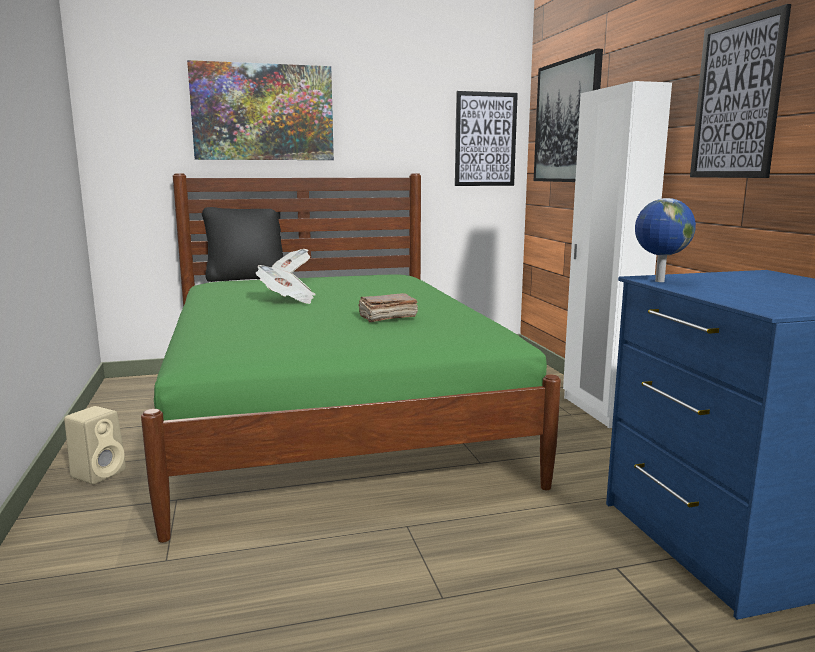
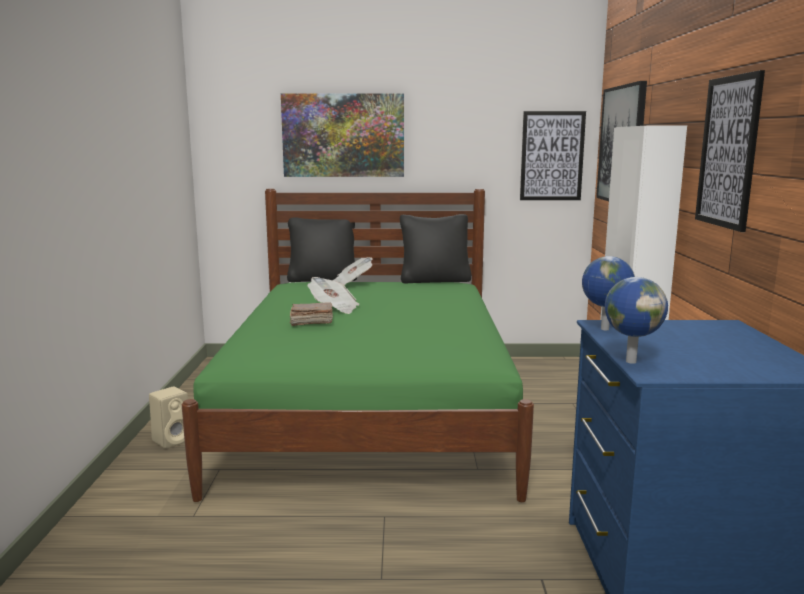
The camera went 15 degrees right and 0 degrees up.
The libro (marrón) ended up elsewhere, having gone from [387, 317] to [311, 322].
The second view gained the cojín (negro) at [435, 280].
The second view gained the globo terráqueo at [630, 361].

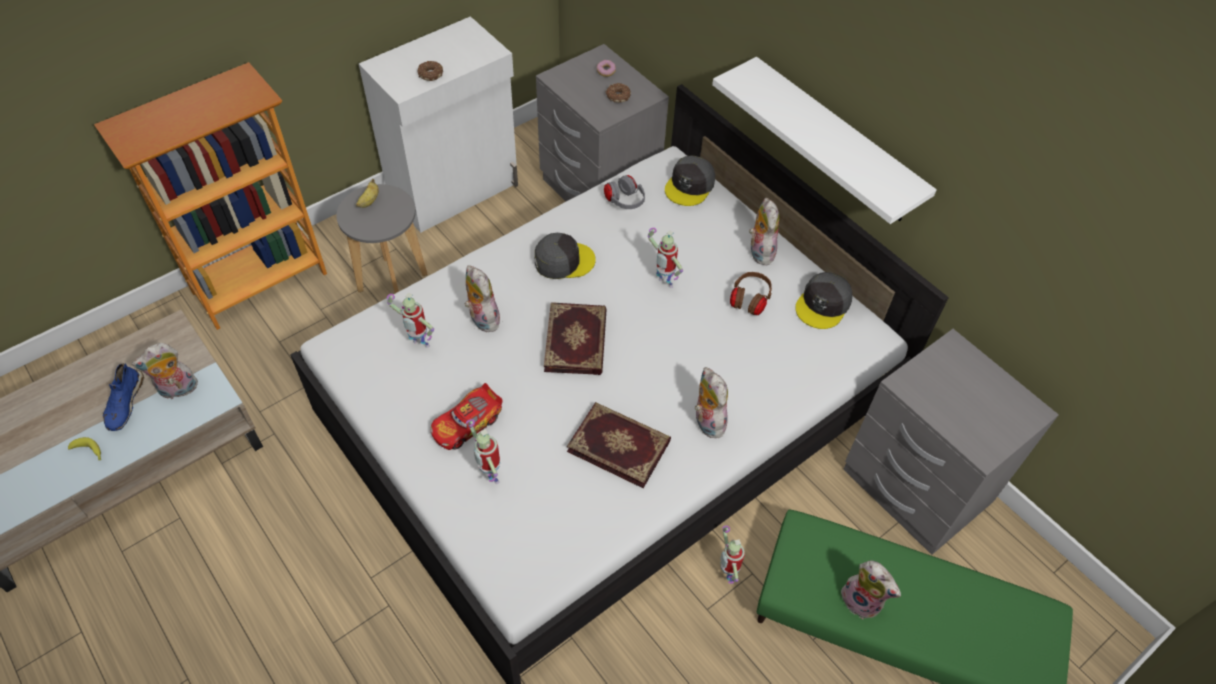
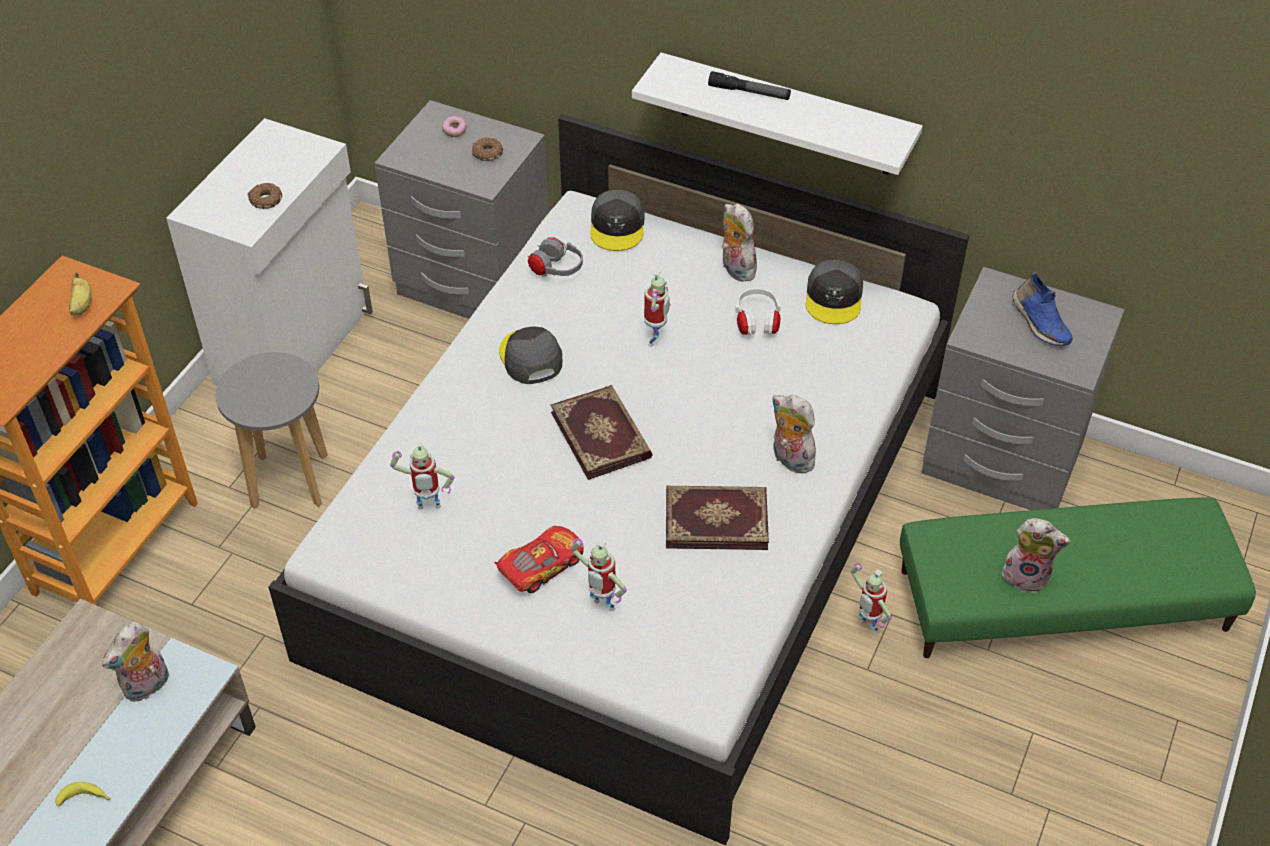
The camera went 25 degrees left and 5 degrees down.
The plátano ended up elsewhere, having gone from [369, 201] to [82, 305].
The robot de juguete at [663, 284] ended up facing another way, 90 degrees counterclockwise from before.
The gorra (gris) at [563, 260] ended up facing another way, 75 degrees counterclockwise from before.
The second view lost the peluche at [482, 319].
What was the auriculares (marrón) at [749, 301] turned into the auriculares (blanco) at [757, 323].
The zapato (azul) ended up elsewhere, having gone from [124, 403] to [1039, 323].
The coche de juguete at [467, 424] ended up facing another way, 150 degrees counterclockwise from before.
The second view gained the linterna at [749, 92].

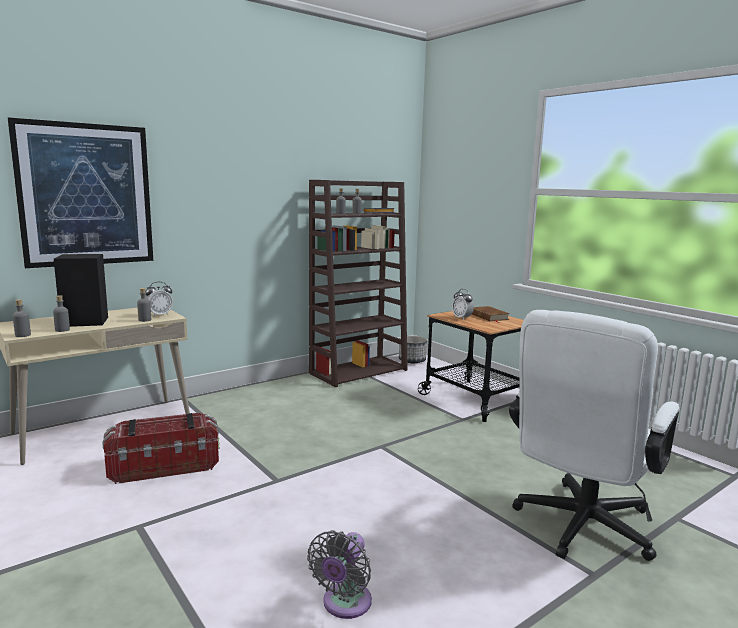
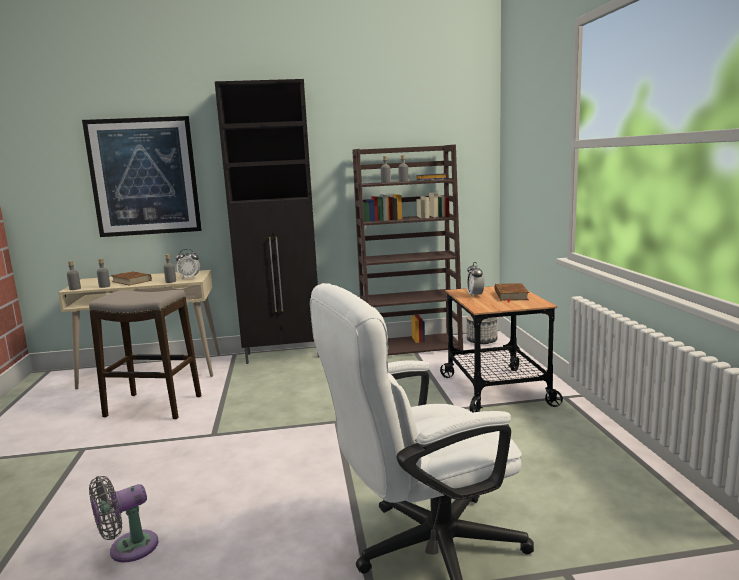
The camera went 30 degrees right and 0 degrees up.
Where the altavoz (negro) stood at [86, 322], the libro (marrón) came to stand at [131, 281].
Where the caja de almacenaje stood at [164, 466], the taburete came to stand at [153, 407].
The second view gained the armario (negro) at [284, 355].

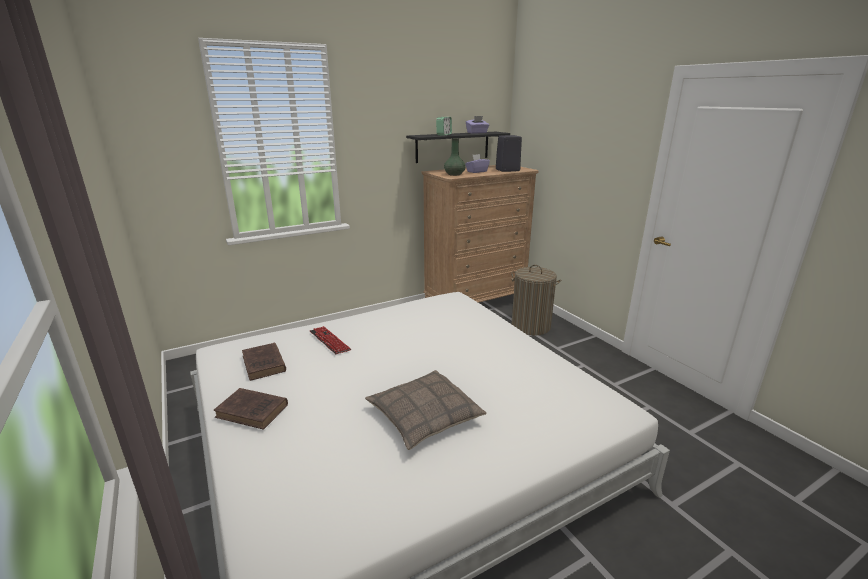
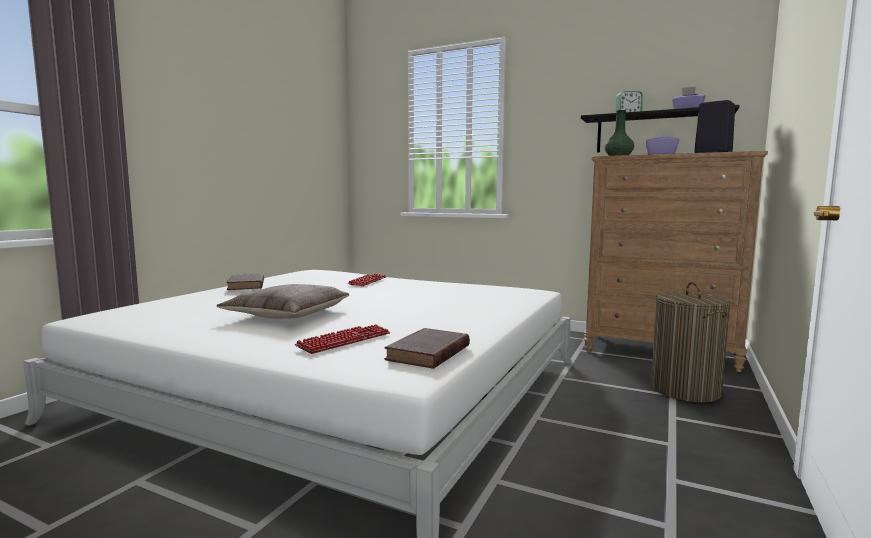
The camera went 55 degrees right and 15 degrees down.
The libro (marrón) ended up elsewhere, having gone from [264, 364] to [427, 354].
The second view gained the teclado at [345, 340].

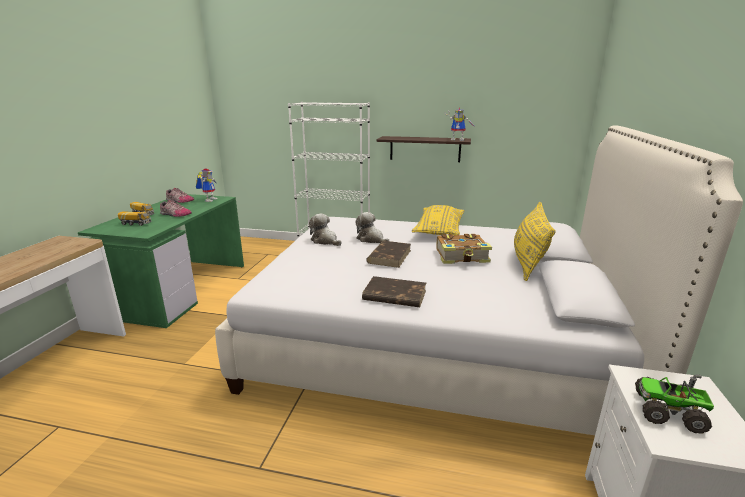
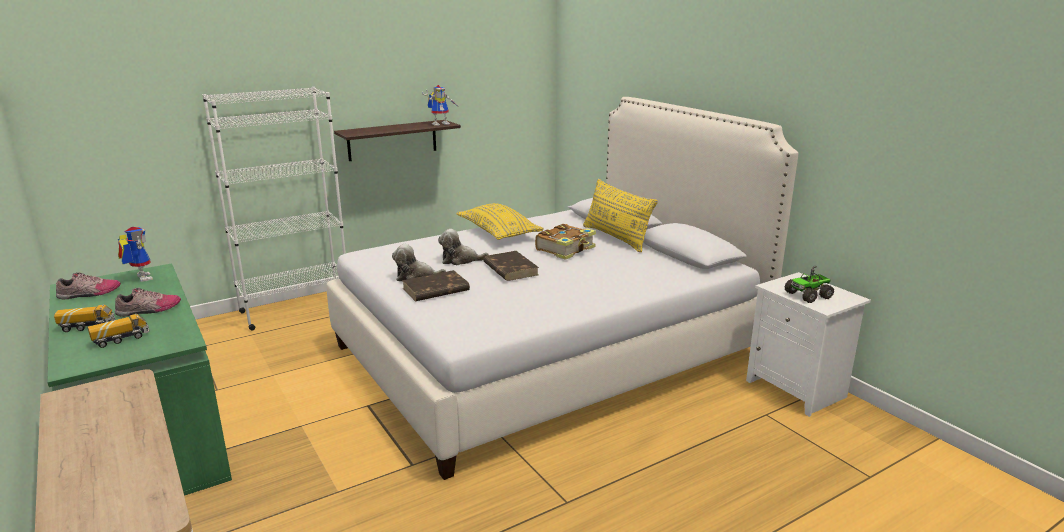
The camera went 45 degrees left and 0 degrees up.
The libro (marrón) ended up elsewhere, having gone from [394, 295] to [435, 290].

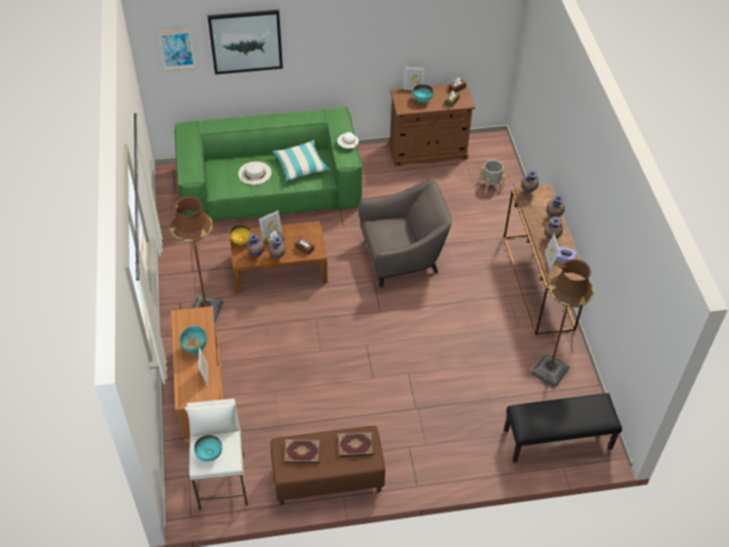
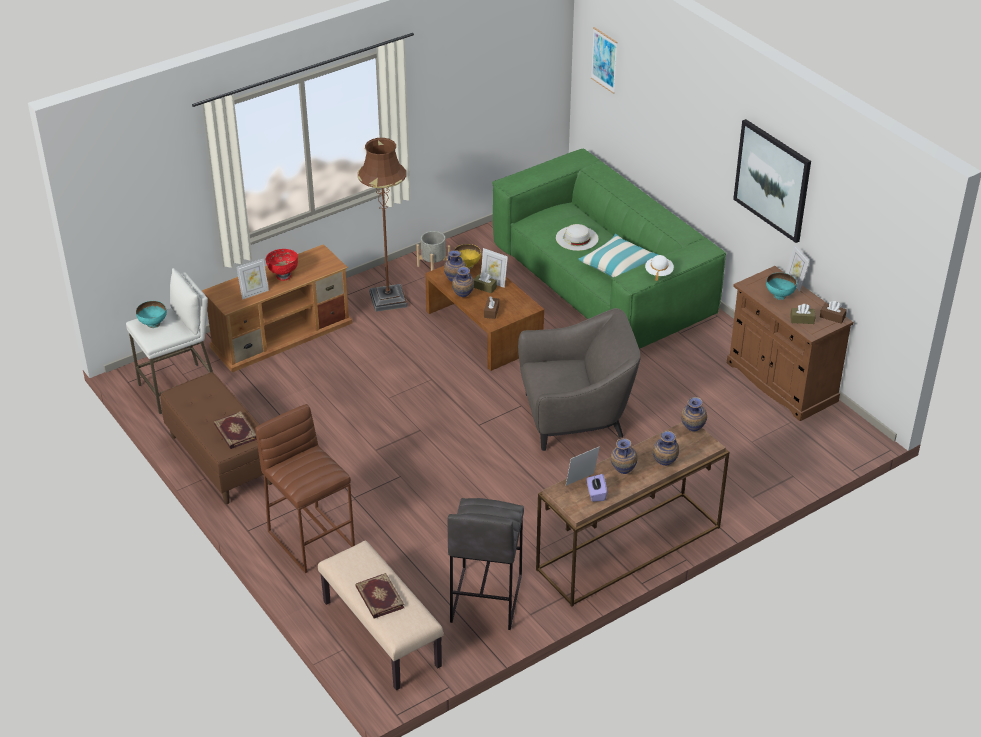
The camera went 65 degrees right and 10 degrees down.
The cuadro ended up elsewhere, having gone from [246, 41] to [772, 180].
The maceta (gris) ended up elsewhere, having gone from [491, 186] to [433, 266].
The sillón (gris) at [402, 258] ended up facing another way, 60 degrees counterclockwise from before.
Where the lámpara de pie (marrón) stood at [549, 371], the taburete (gris) came to stand at [485, 599].
What was the cuenco (turquesa) at [195, 349] turned into the cuenco (rojo) at [283, 276].
What was the banco (negro) at [557, 440] turned into the banco (beis) at [380, 634].
The libro ended up elsewhere, having gone from [302, 453] to [379, 598].
The second view gained the taburete (marrón) at [311, 538].

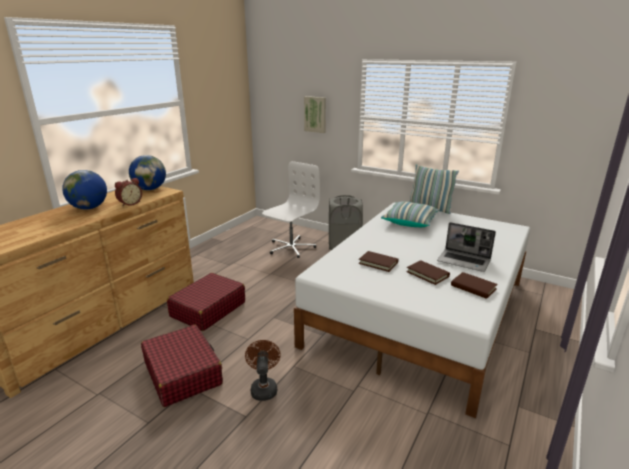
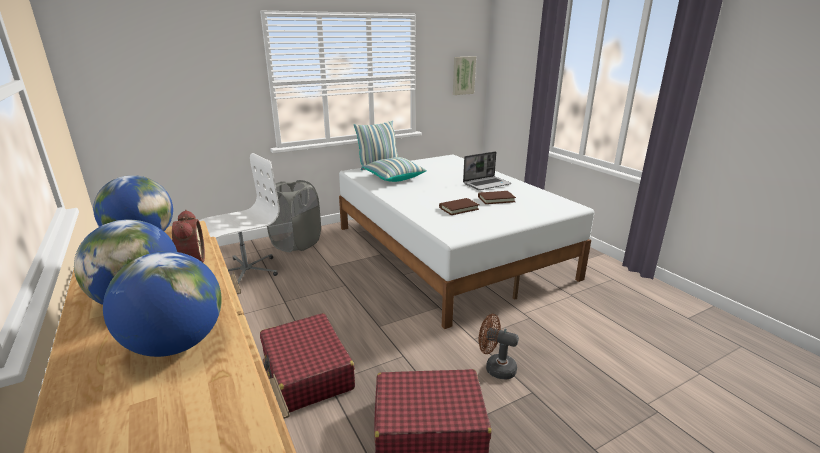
The camera went 60 degrees left and 0 degrees up.
The cuadro ended up elsewhere, having gone from [315, 114] to [463, 75].
The silla de oficina (blanco) at [291, 247] ended up facing another way, 75 degrees clockwise from before.
The second view lost the libro (marrón) at [473, 287].
The second view gained the globo terráqueo at [176, 344].

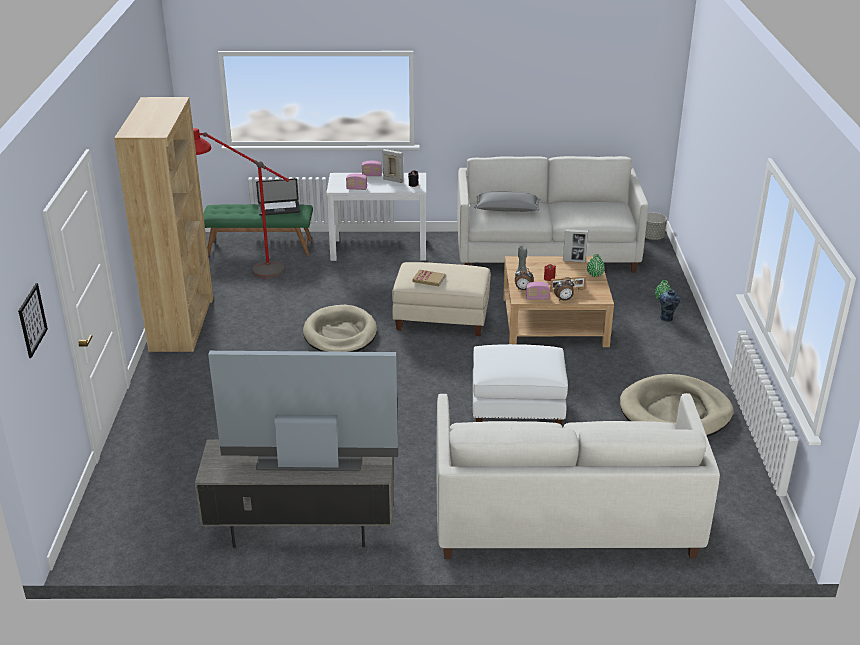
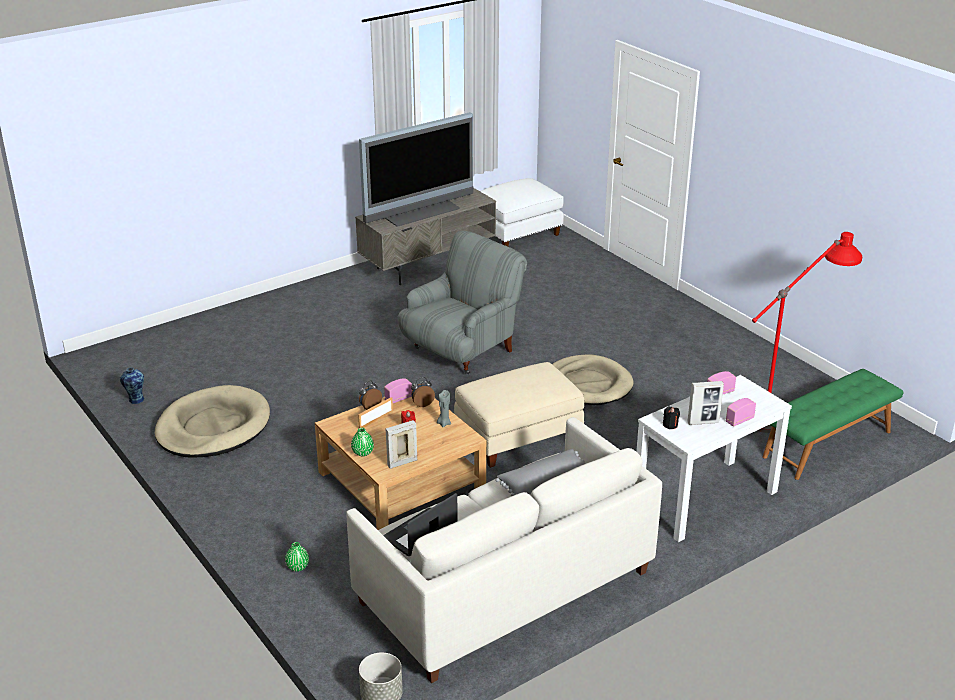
The camera went 145 degrees right and 0 degrees up.
The second view lost the estantería (marrón) at [182, 323].
The portátil ended up elsewhere, having gone from [279, 209] to [420, 533].
The second view lost the libro at [429, 279].
The second view lost the cuadro at [32, 320].
The florero ended up elsewhere, having gone from [667, 318] to [135, 400].
The puf (blanco) ended up elsewhere, having gone from [516, 410] to [517, 233].
The second view lost the sofá (blanco) at [564, 516].
The second view gained the sillón (gris) at [462, 350].

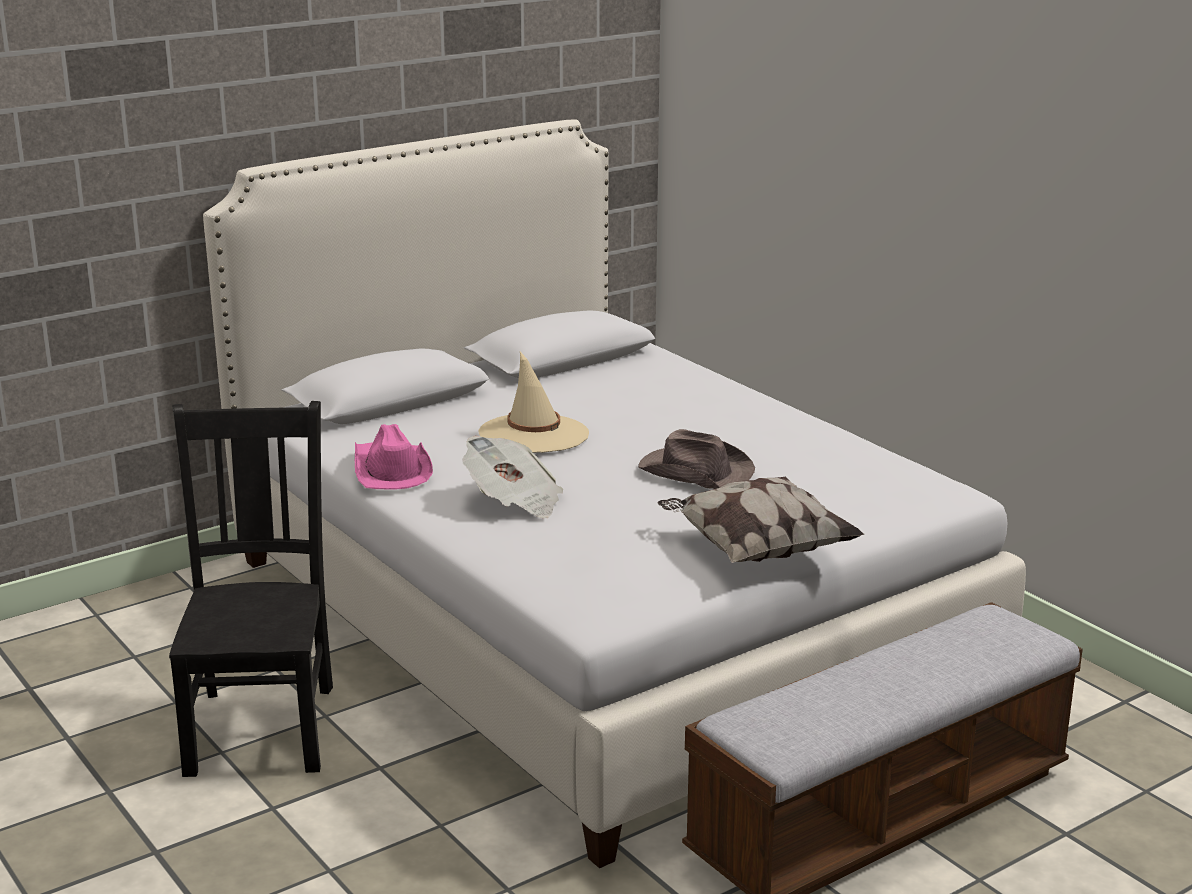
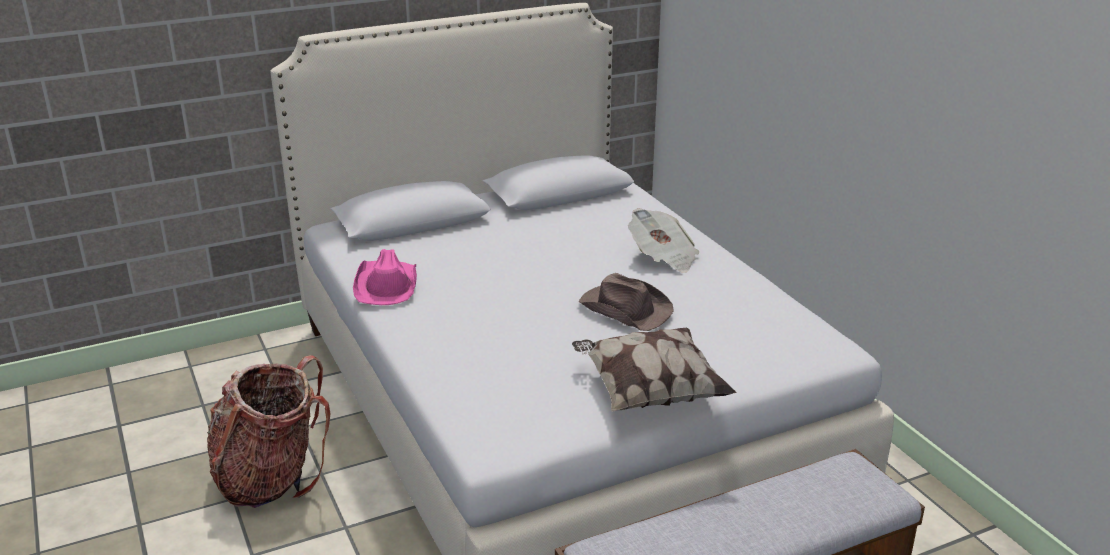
The camera went 10 degrees right and 5 degrees up.
The second view lost the sombrero (beis) at [534, 434].
Where the silla (negro) stood at [262, 726], the mochila came to stand at [272, 478].
The periódico ended up elsewhere, having gone from [514, 501] to [663, 258].

